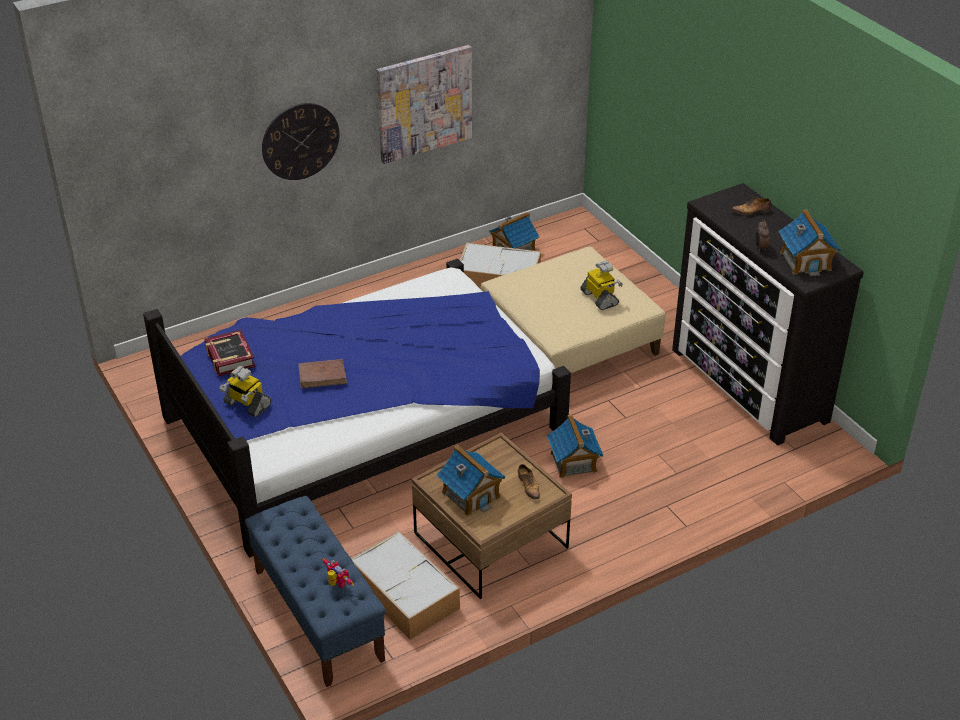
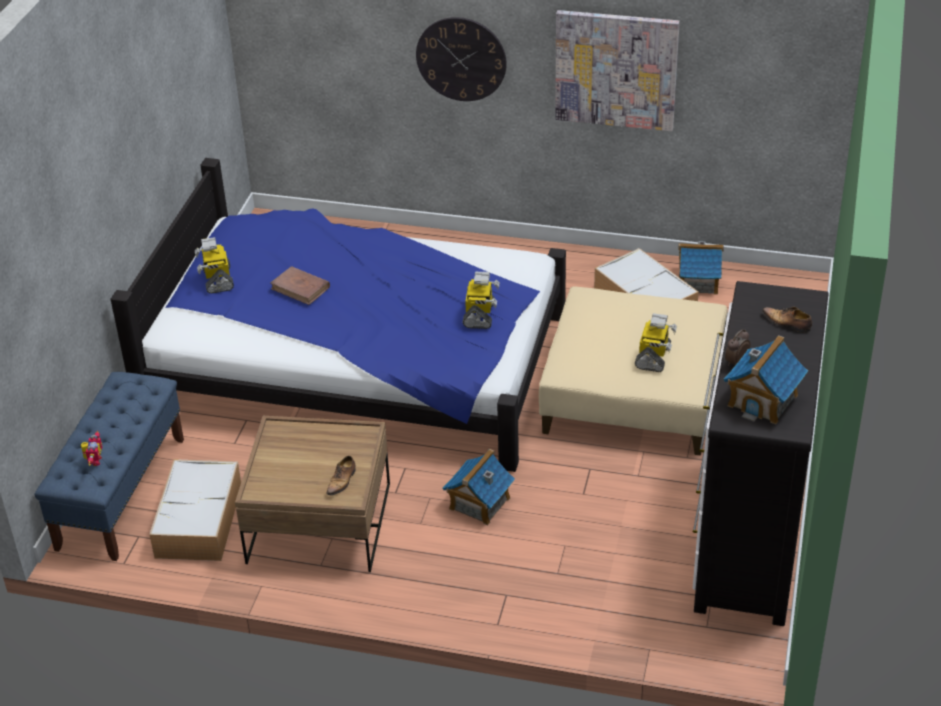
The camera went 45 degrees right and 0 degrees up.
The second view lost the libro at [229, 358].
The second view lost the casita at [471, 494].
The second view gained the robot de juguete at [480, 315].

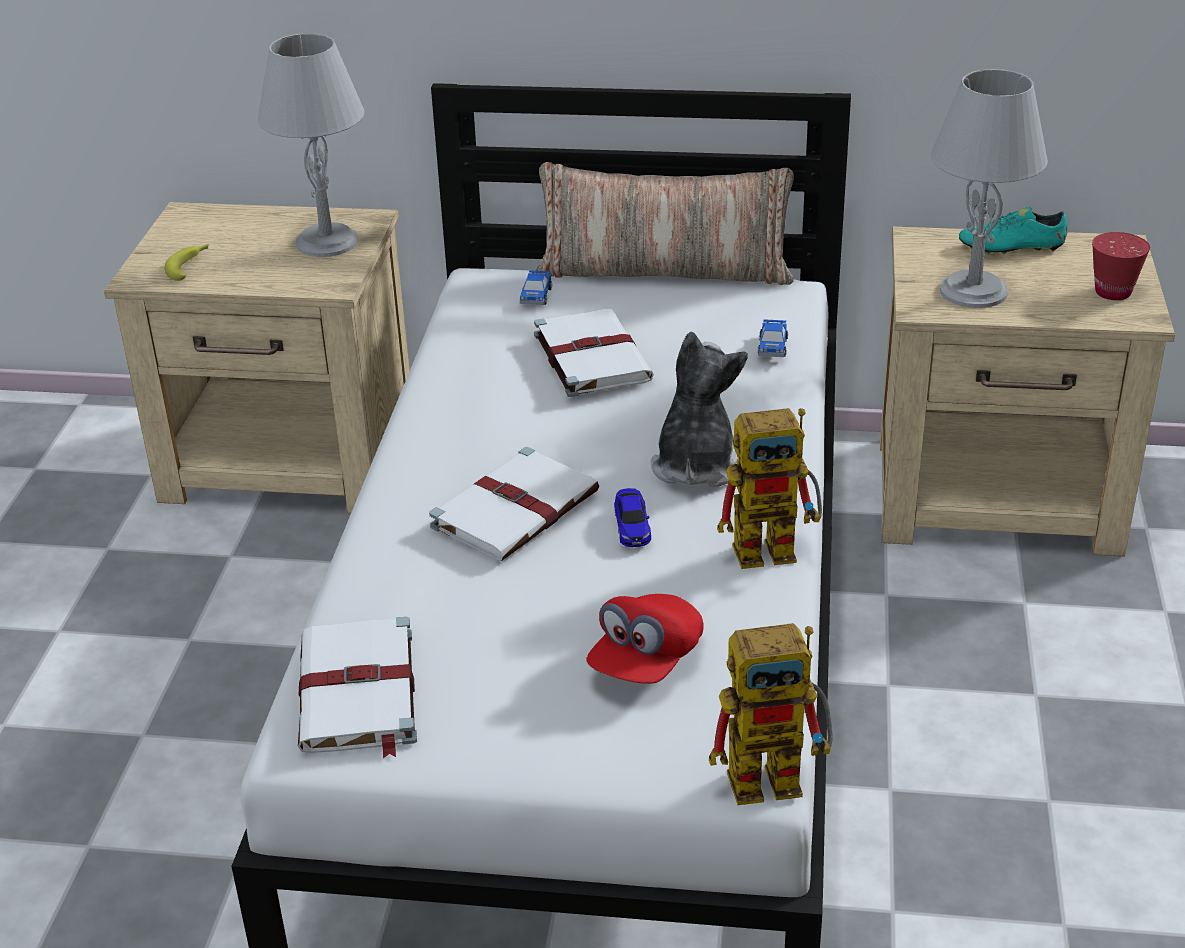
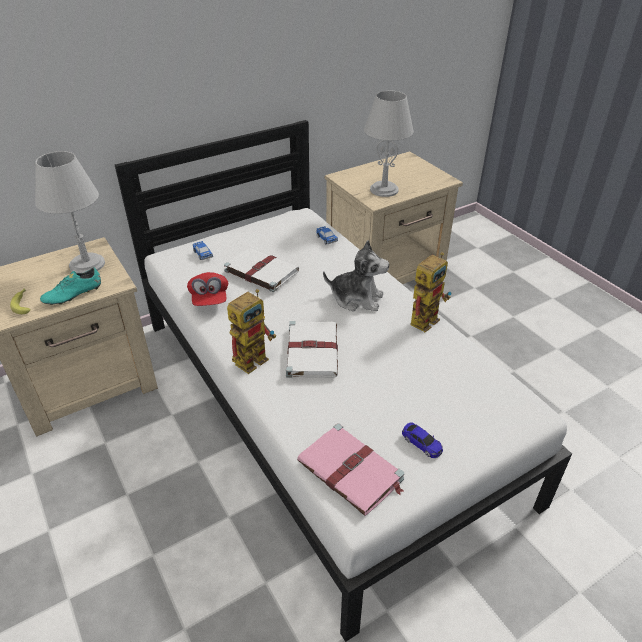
The camera went 40 degrees left and 5 degrees up.
The second view lost the cojín at [664, 271].
The zapato (turquesa) ended up elsewhere, having gone from [1011, 247] to [73, 295].
The second view lost the taza (rojo) at [1113, 292].
The peluche at [695, 465] ended up facing another way, 135 degrees clockwise from before.
The coche de juguete ended up elsewhere, having gone from [632, 526] to [422, 444].
The gorra (rojo) ended up elsewhere, having gone from [645, 661] to [209, 299].
What was the libro (blanco) at [358, 693] turned into the libro (rosa) at [351, 471].
The robot de juguete ended up elsewhere, having gone from [779, 776] to [254, 357].

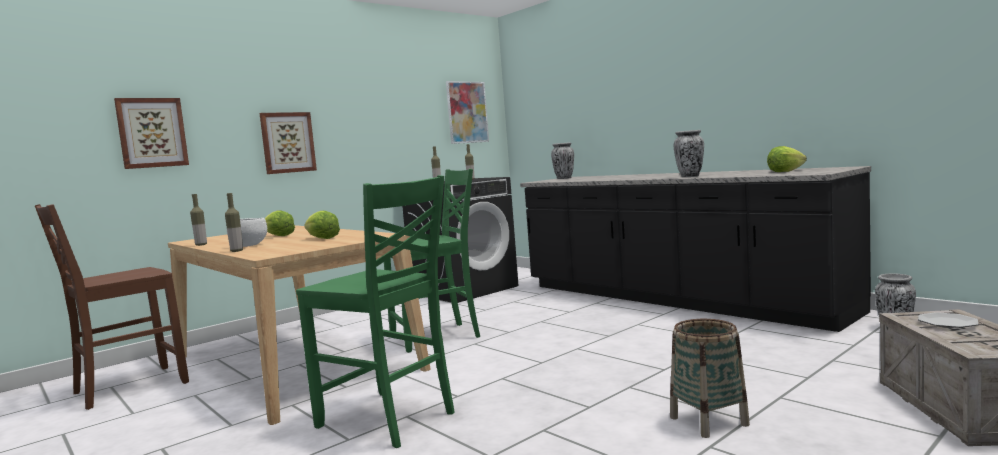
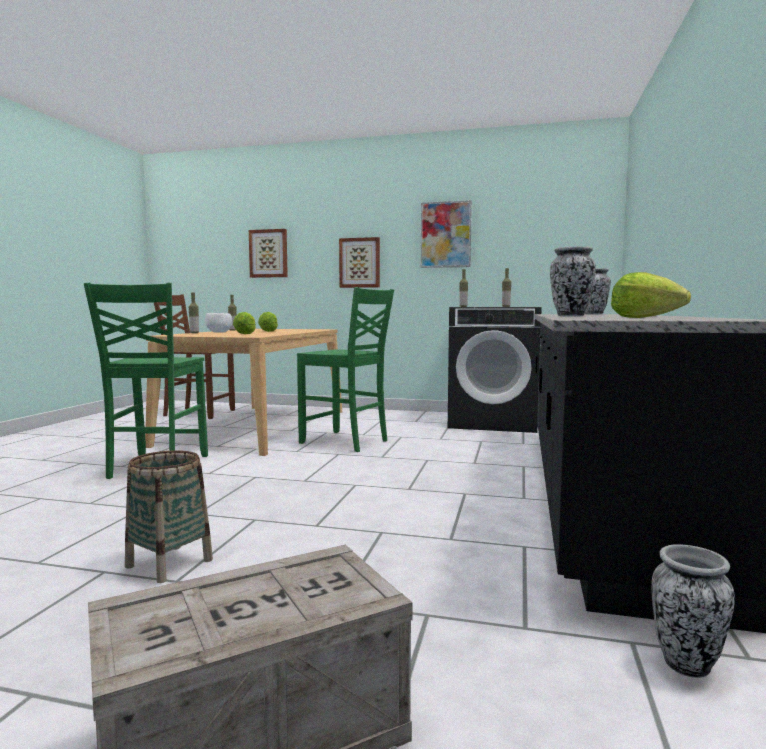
The camera went 55 degrees right and 0 degrees up.
The cuadro ended up elsewhere, having gone from [467, 112] to [445, 234].
The second view lost the plato at [946, 322].

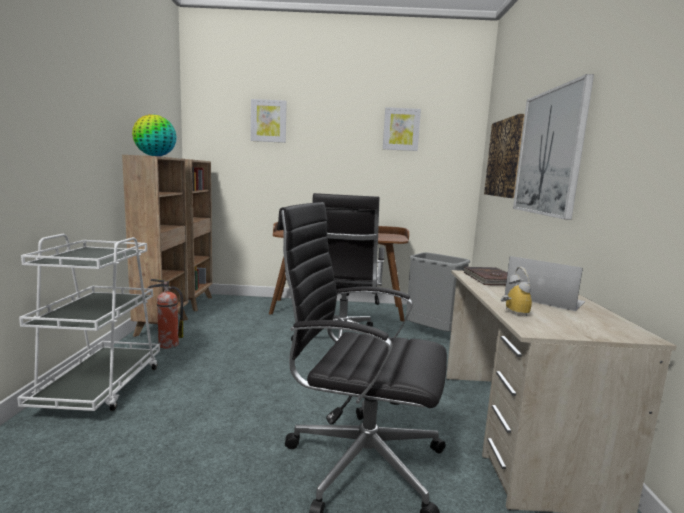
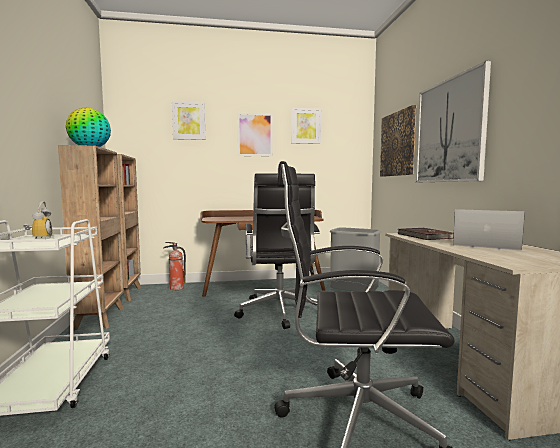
The camera went 10 degrees left and 5 degrees down.
The despertador ended up elsewhere, having gone from [511, 312] to [39, 239].
The extintor ended up elsewhere, having gone from [167, 345] to [175, 288].
The second view gained the cuadro at [255, 135].

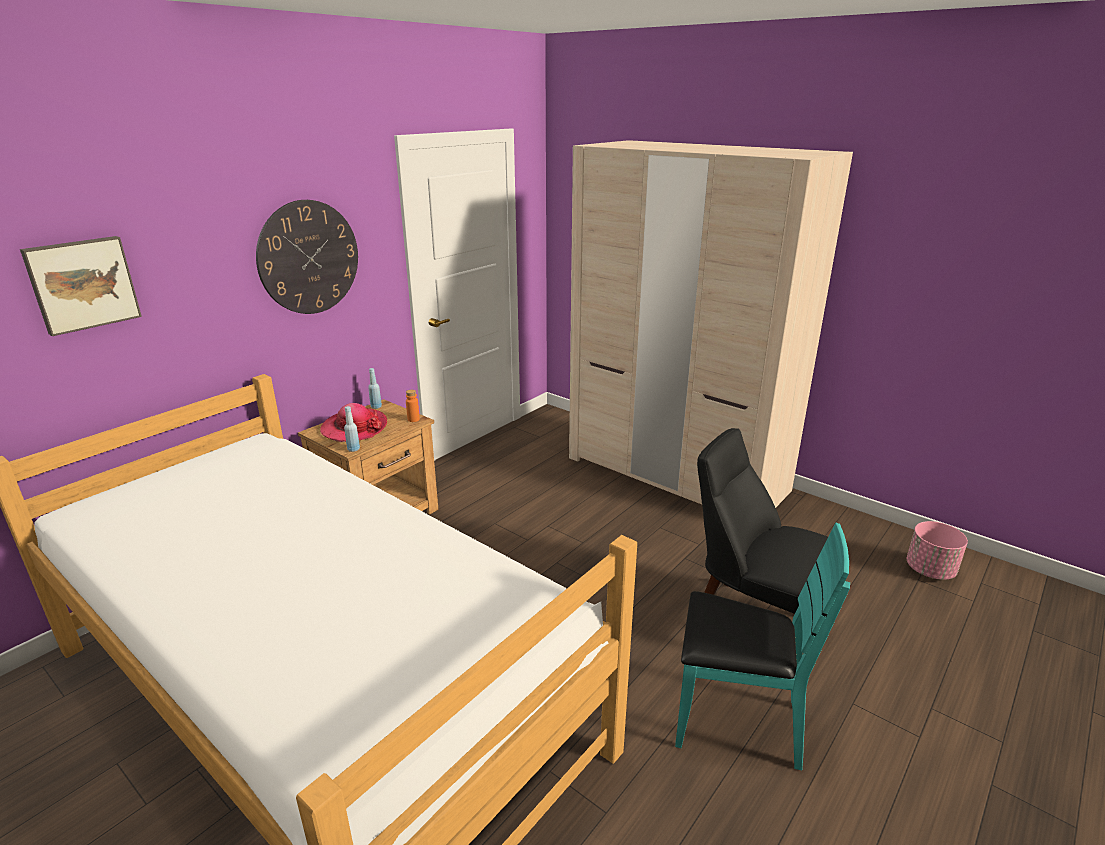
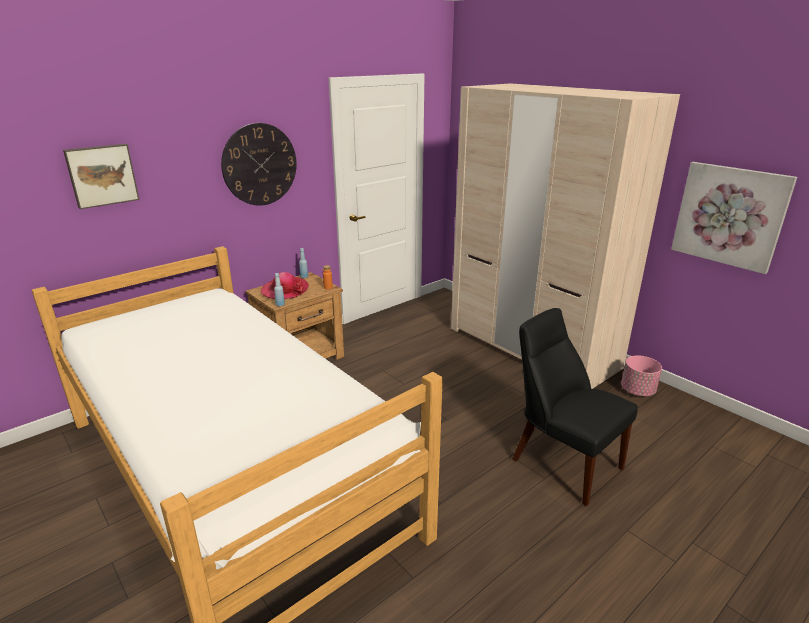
The camera went 10 degrees right and 0 degrees up.
The maceta (rosa) ended up elsewhere, having gone from [930, 570] to [638, 391].
The second view lost the silla (turquesa) at [736, 721].
The second view gained the cuadro at [730, 215].

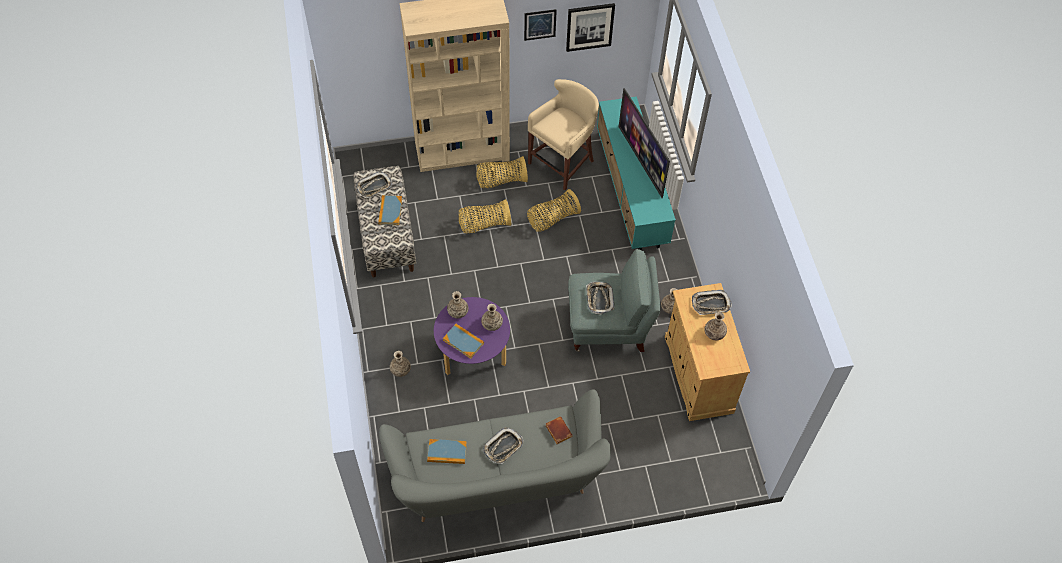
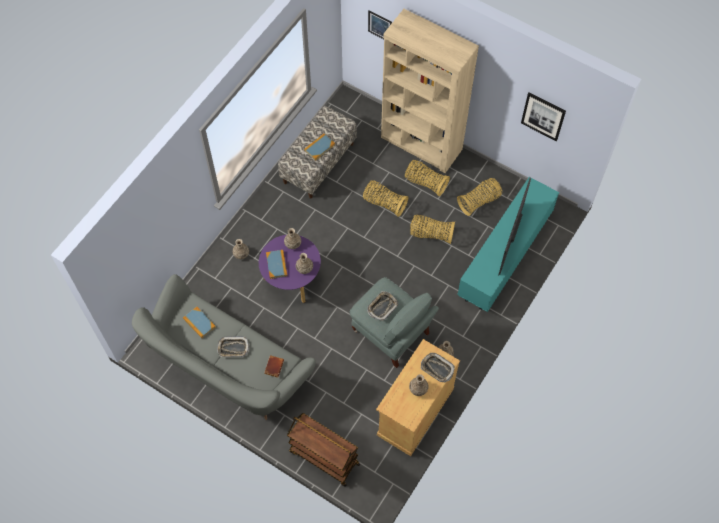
The camera went 45 degrees right and 5 degrees up.
The cuadro ended up elsewhere, having gone from [540, 24] to [380, 26].
Where the taburete (beis) stood at [563, 162], the cesta came to stand at [479, 201].
The second view lost the bandeja at [374, 186].
The second view gained the carrito (marrón) at [323, 458].

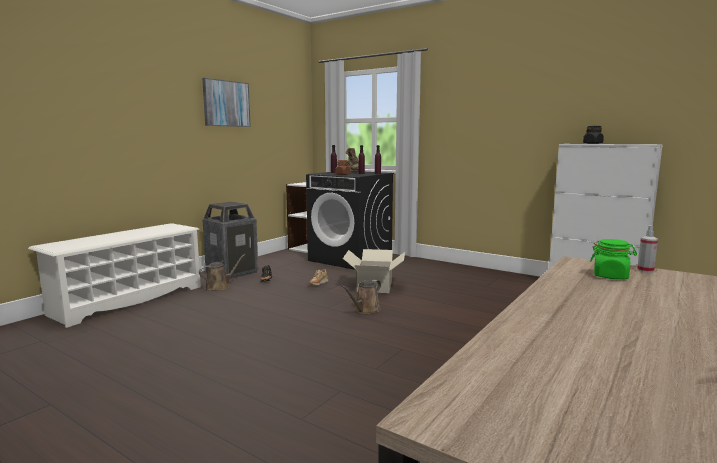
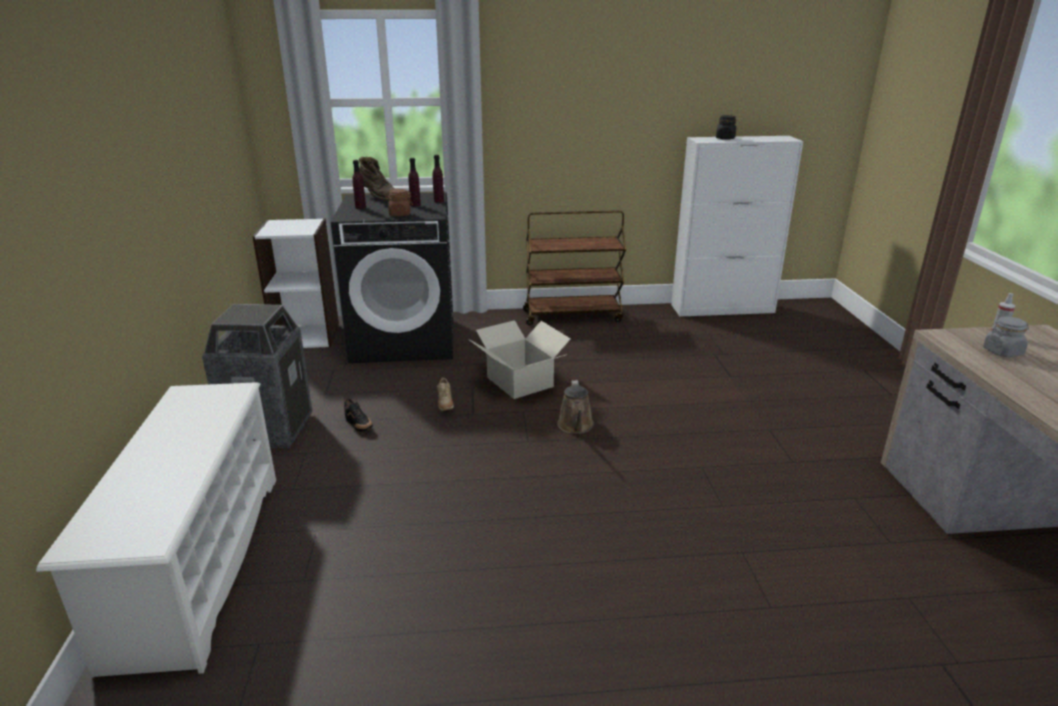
The camera went 40 degrees left and 15 degrees up.
The second view lost the cuadro at [226, 103].
What was the tarro (verde) at [610, 276] turned into the tarro (gris) at [1002, 352].
The second view lost the regadera (marrón) at [219, 286].
The second view gained the carrito (marrón) at [573, 315].

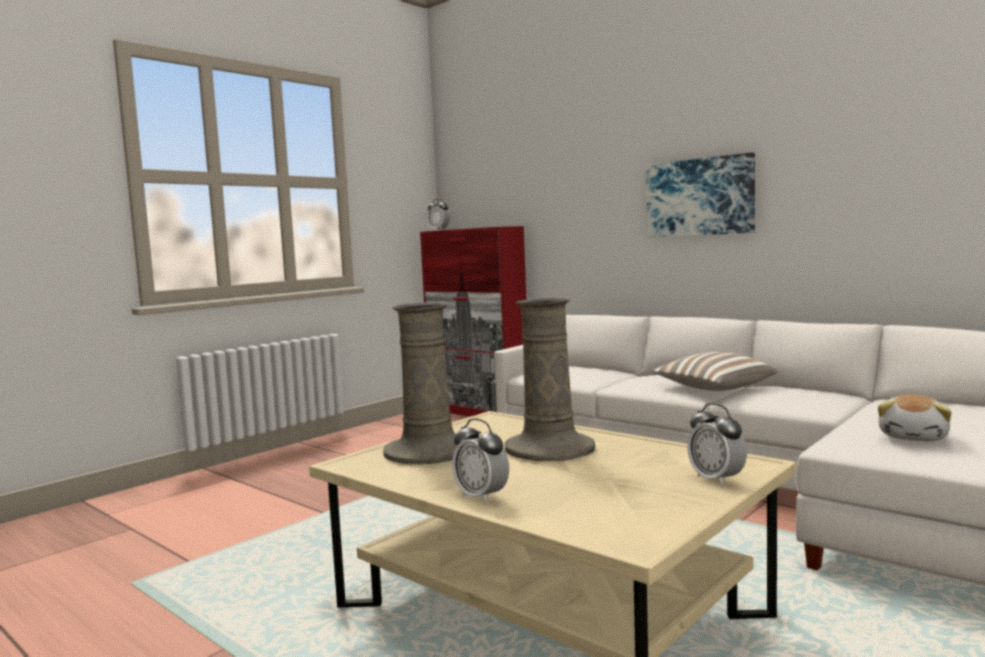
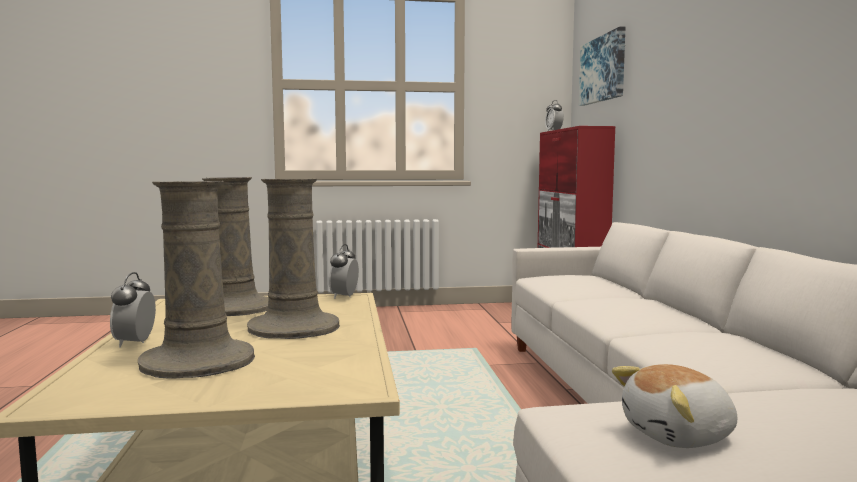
The camera went 40 degrees right and 0 degrees up.
The cuadro ended up elsewhere, having gone from [700, 197] to [603, 69].
The second view lost the cojín at [713, 389].
The despertador ended up elsewhere, having gone from [716, 479] to [344, 297].
The second view gained the florero (beis) at [198, 361].

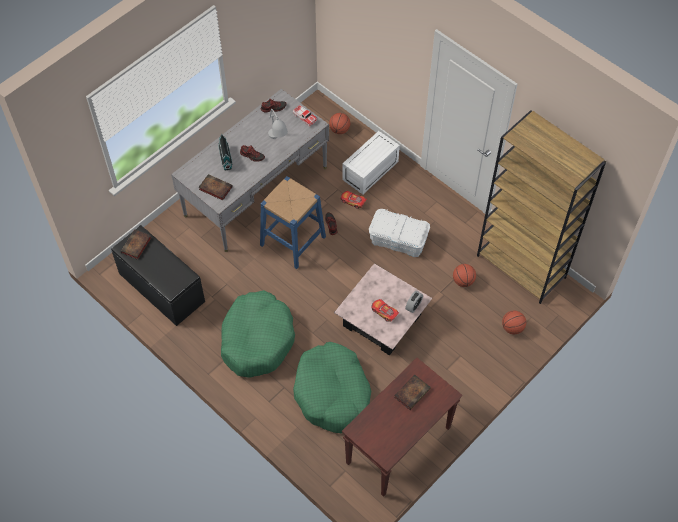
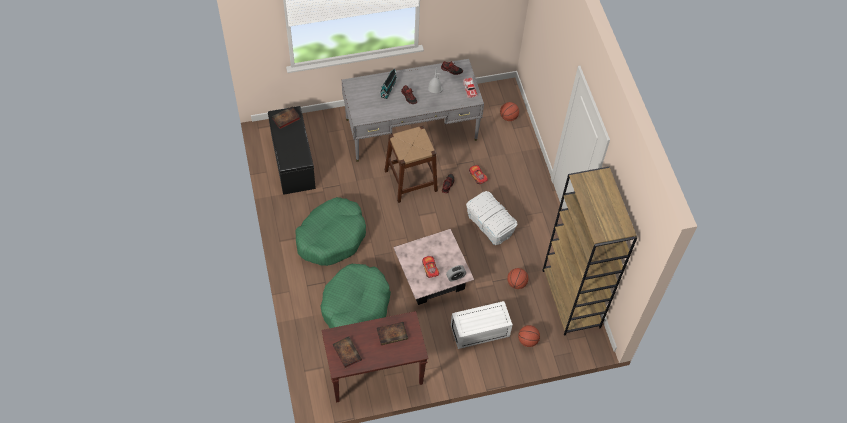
The camera went 30 degrees right and 0 degrees up.
The caja de almacenaje (blanco) ended up elsewhere, having gone from [370, 171] to [479, 331].
The libro ended up elsewhere, having gone from [214, 188] to [346, 352].
What was the taburete (azul) at [293, 241] turned into the taburete (marrón) at [410, 180].

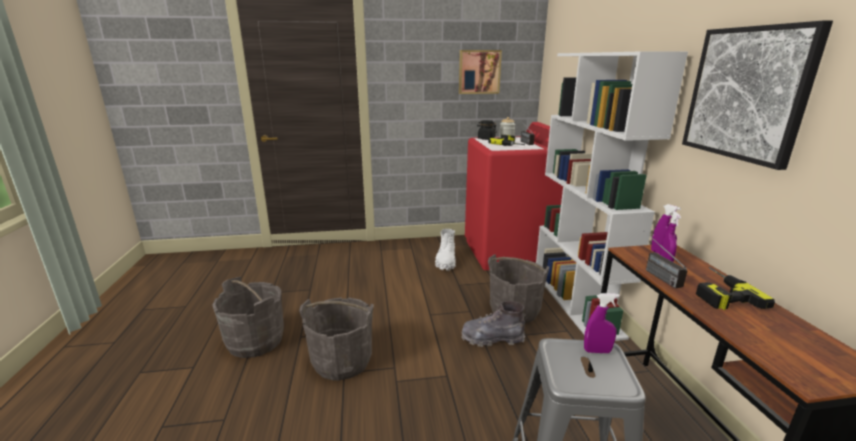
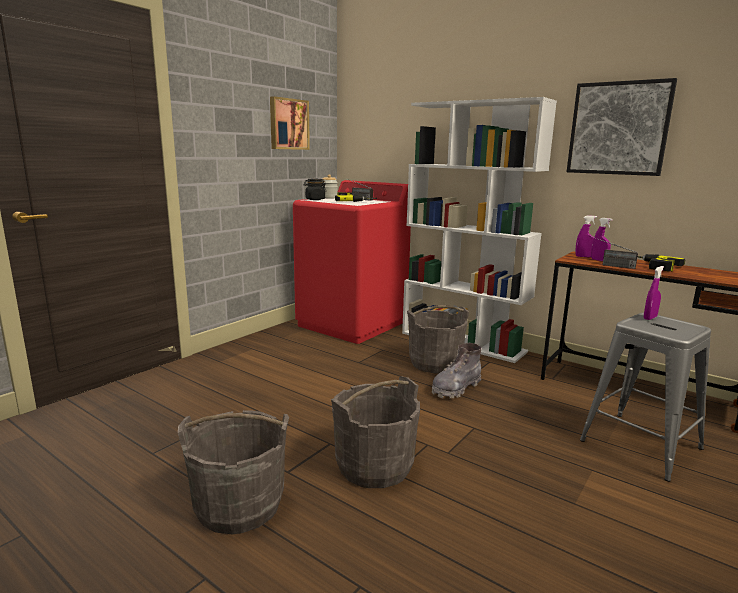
The camera went 45 degrees left and 5 degrees down.
The second view lost the bota (blanco) at [446, 262].

